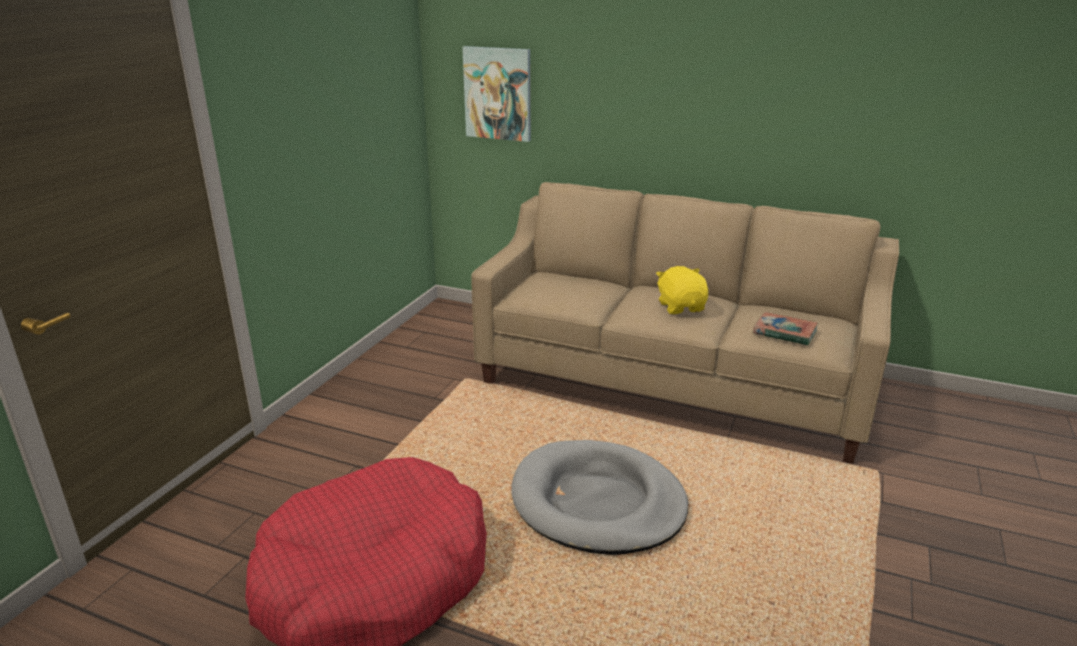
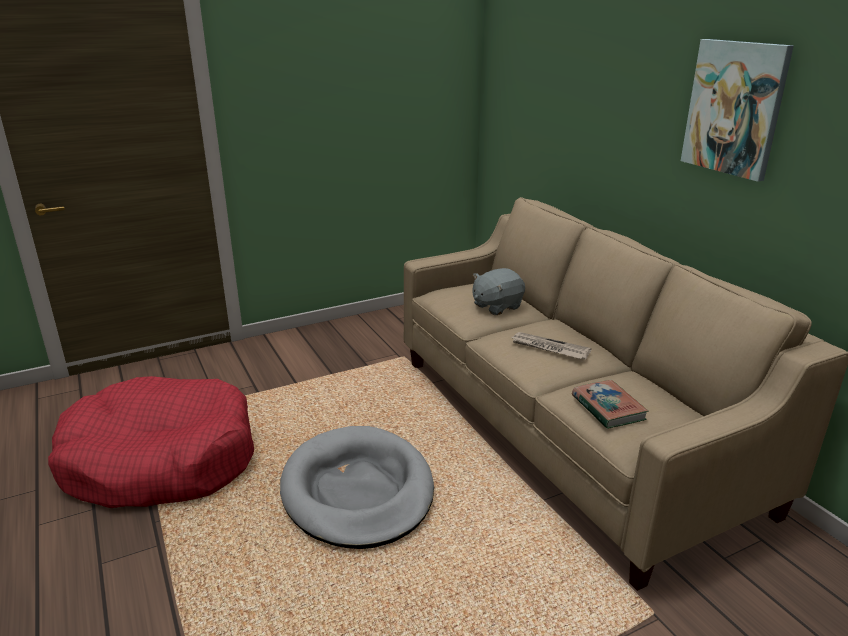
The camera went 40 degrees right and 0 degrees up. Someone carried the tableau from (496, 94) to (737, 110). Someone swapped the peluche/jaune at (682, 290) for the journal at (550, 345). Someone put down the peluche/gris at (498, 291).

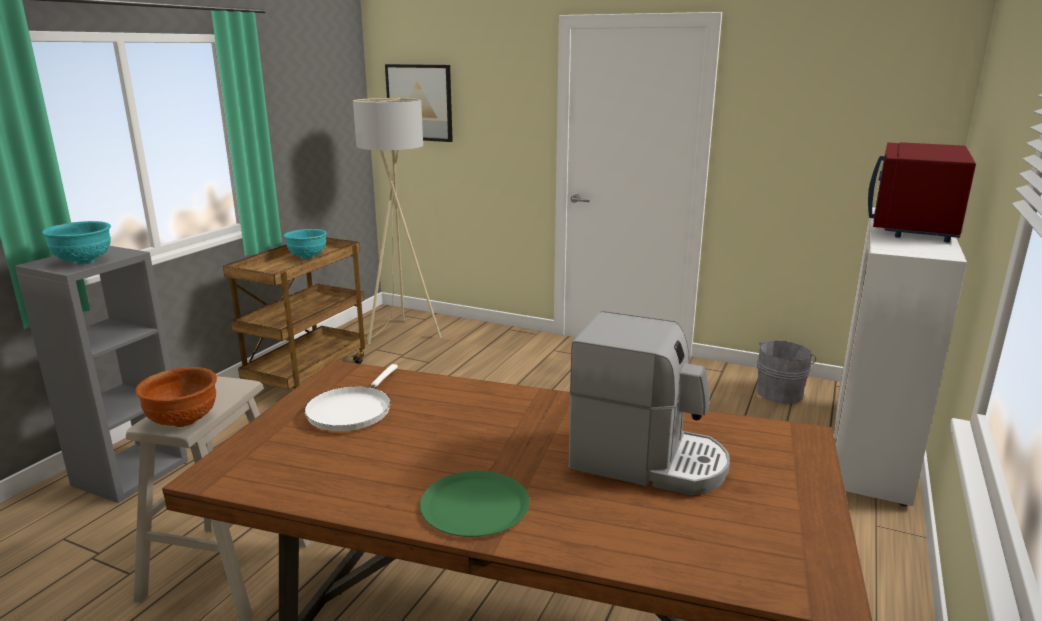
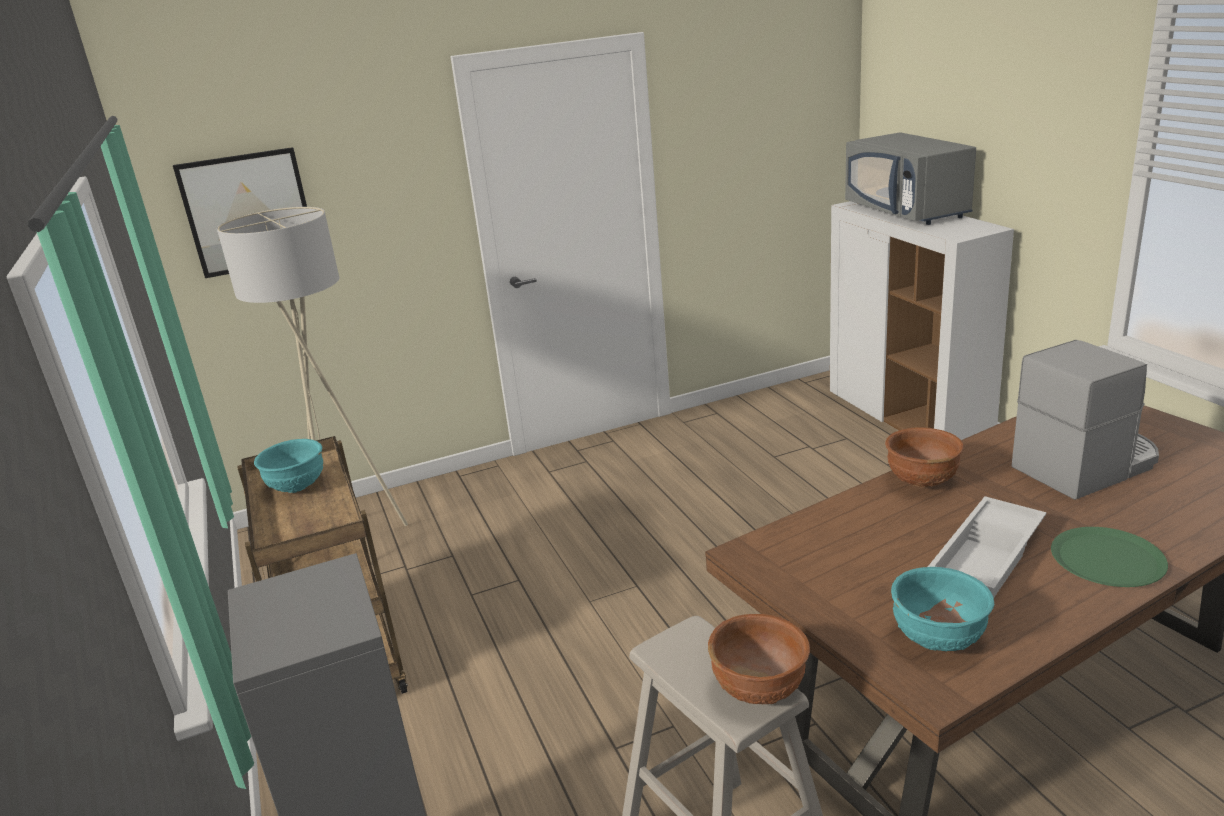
The camera went 45 degrees left and 5 degrees up. Someone repainted the micro-ondes/rouge at (922, 192), which became the micro-ondes/gris at (910, 178). Someone carried the bol/turquoise from (76, 242) to (942, 609). Someone took away the seau/gris at (786, 372). Someone took away the poêle/blanc at (351, 397). Someone put down the bol/marron at (924, 457). Someone put down the plateau/blanc at (987, 546).

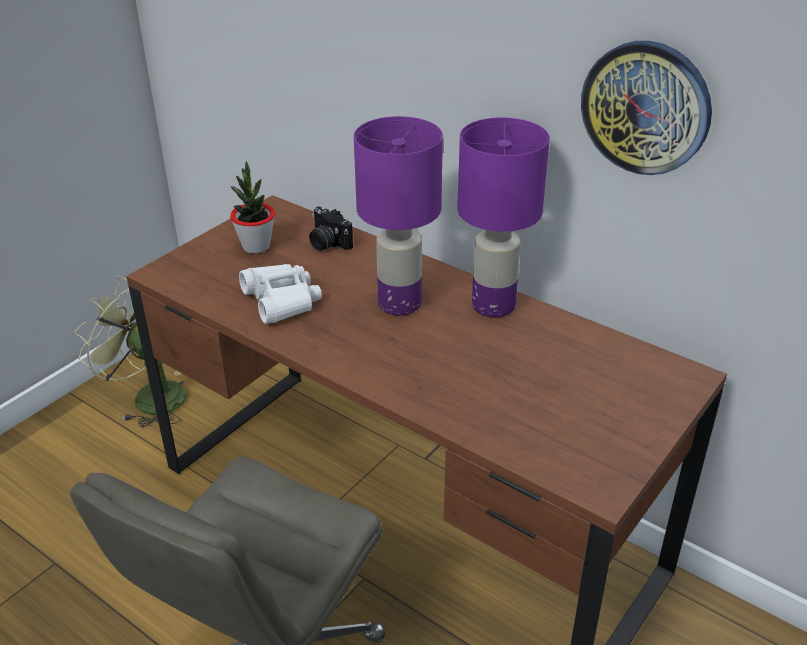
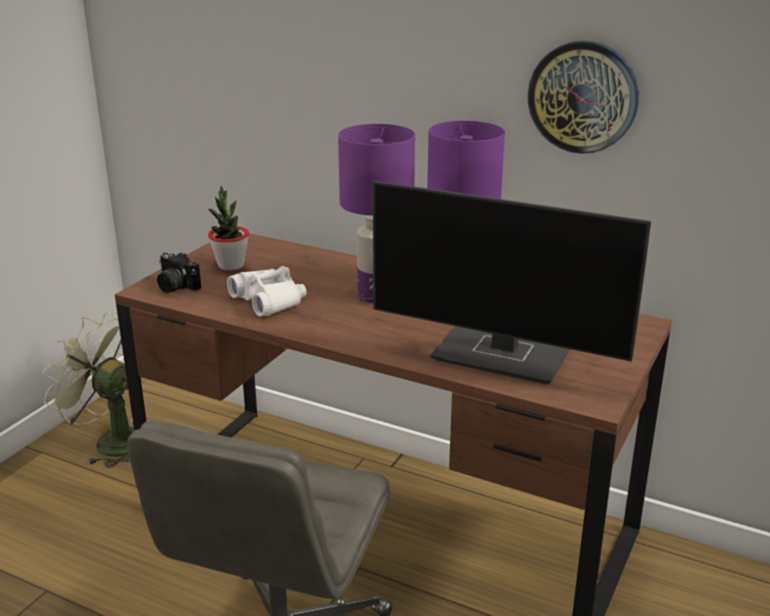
The camera went 10 degrees left and 10 degrees down. Someone carried the appareil photo from (331, 228) to (179, 272). Someone put down the écran d'ordinateur at (512, 283).

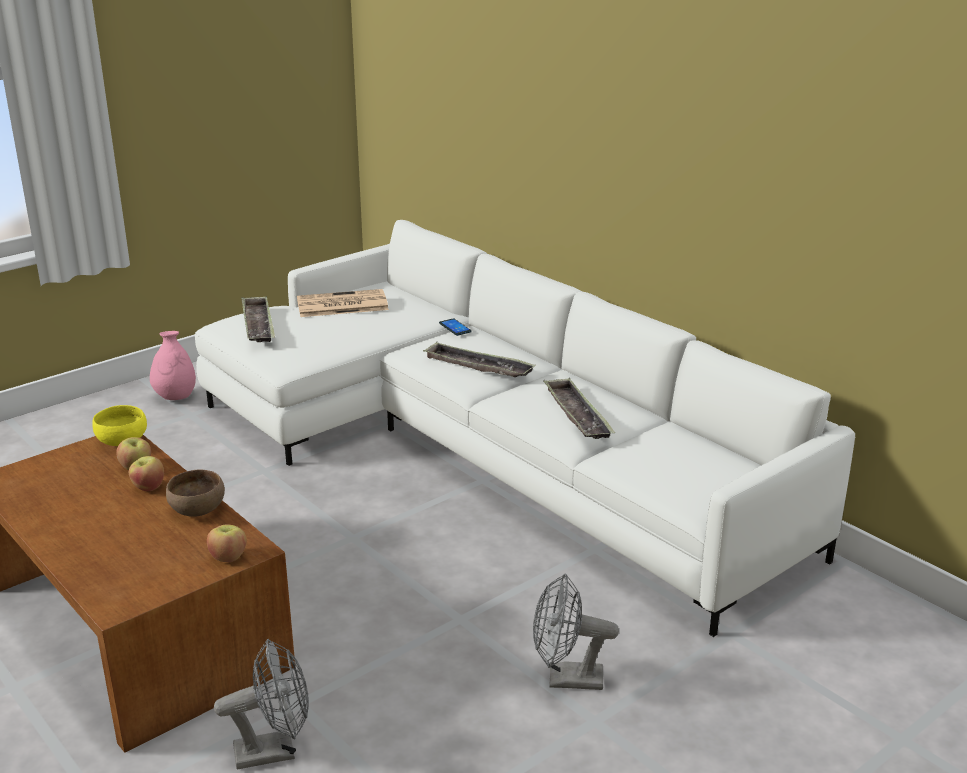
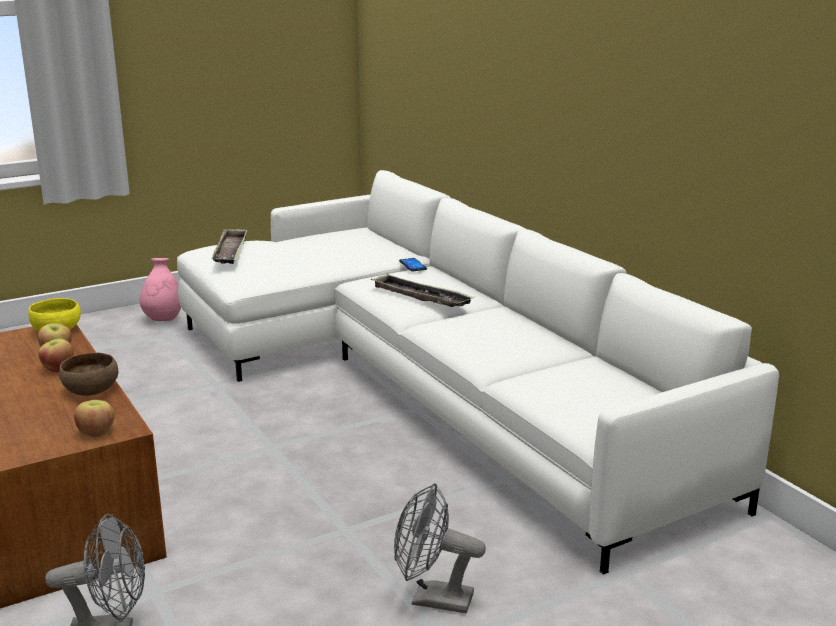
The camera went 10 degrees right and 5 degrees down. Someone took away the journal at (343, 303). Someone took away the plateau at (579, 408).

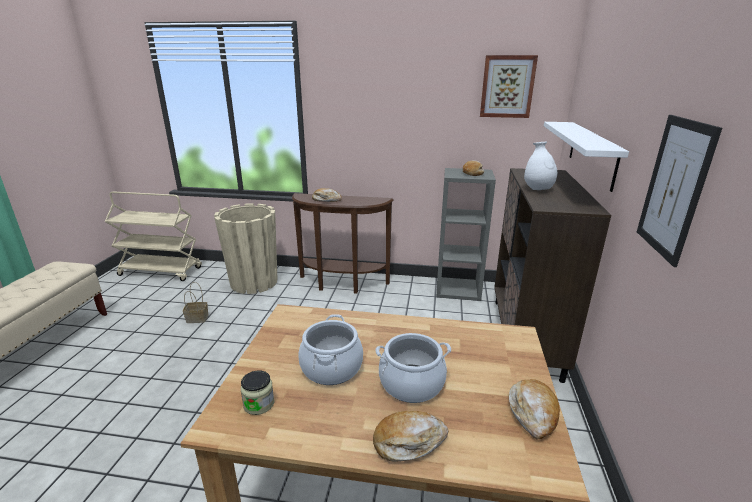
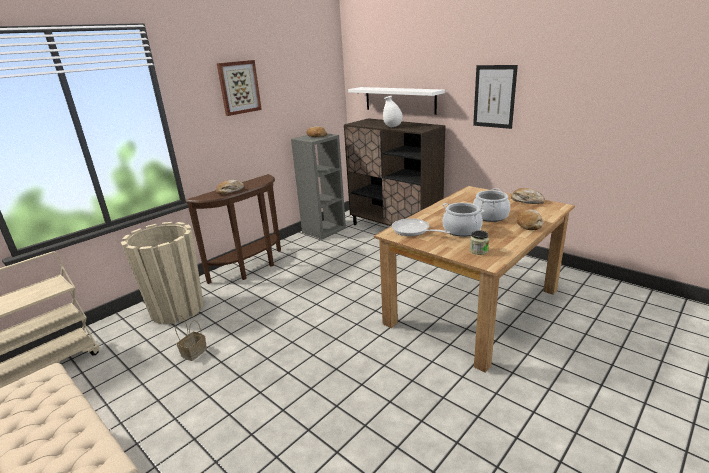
The camera went 55 degrees left and 0 degrees up. Someone carried the tableau from (509, 86) to (239, 88). Someone put down the poêle at (421, 227).

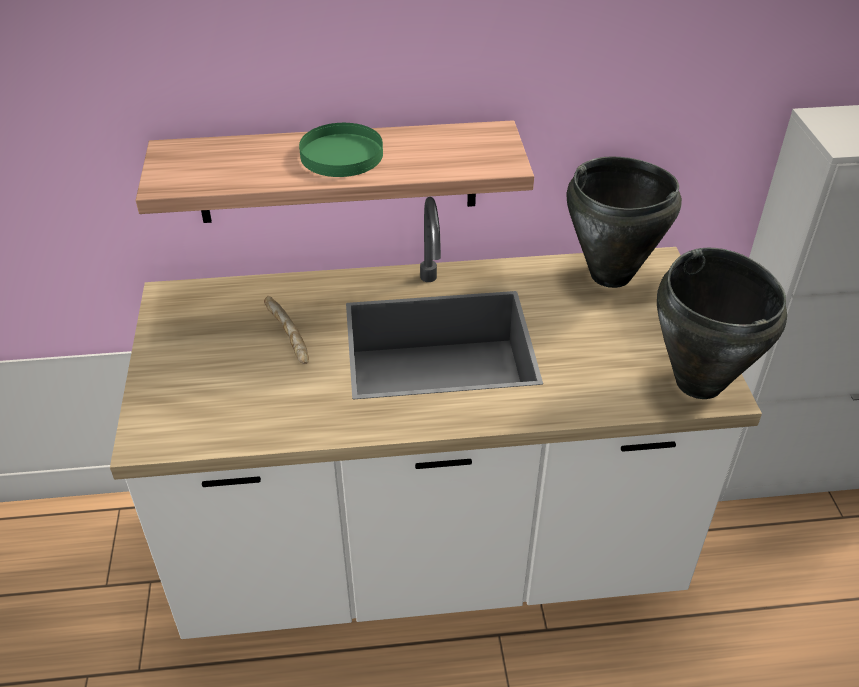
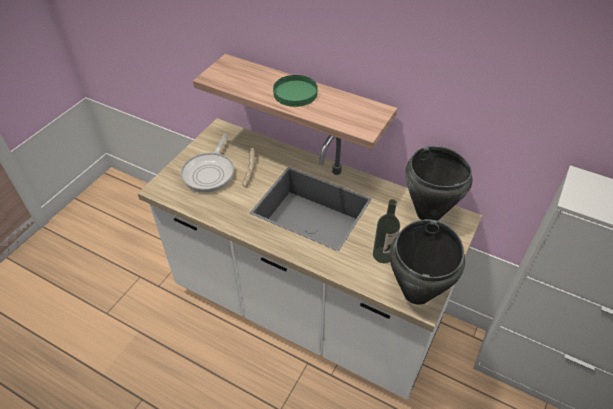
The camera went 35 degrees right and 5 degrees up. Someone put down the poêle at (207, 163). Someone put down the bouteille at (386, 231).

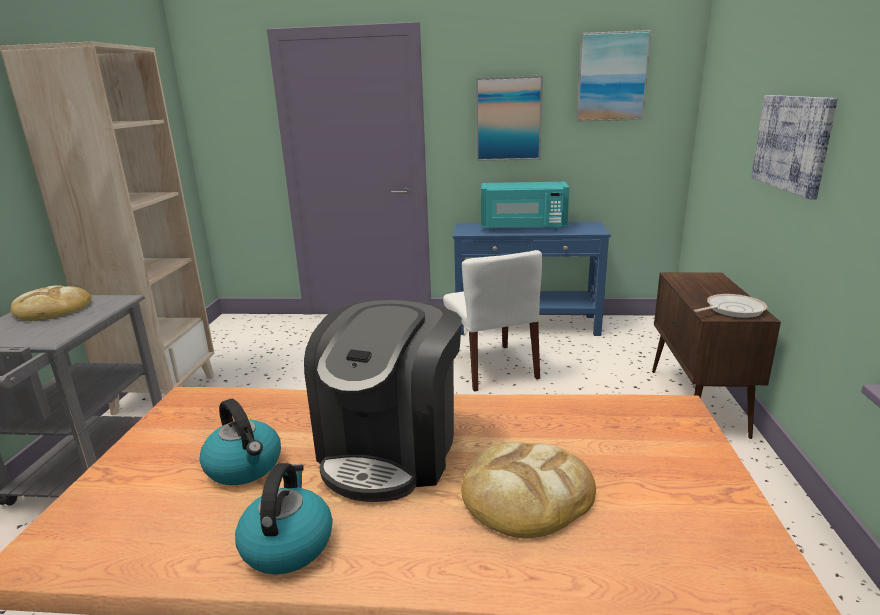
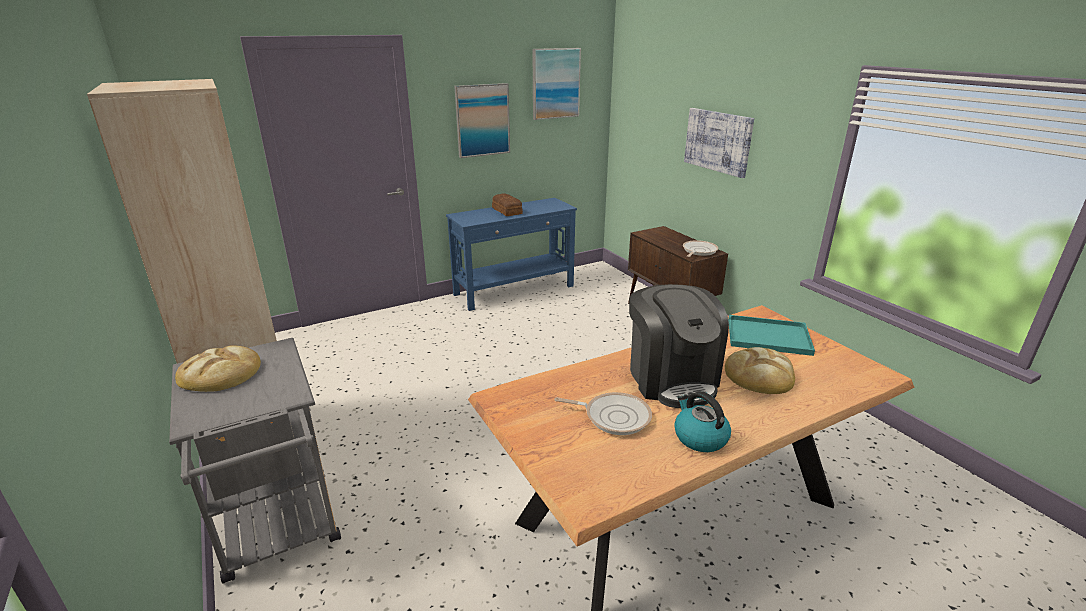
The camera went 35 degrees left and 5 degrees up. Someone swapped the micro-ondes/turquoise at (525, 206) for the pain at (507, 204). Someone took away the chaise/blanc at (492, 321). Someone swapped the bouilloire at (240, 442) for the poêle at (603, 413). Someone put down the plateau/turquoise at (771, 335).

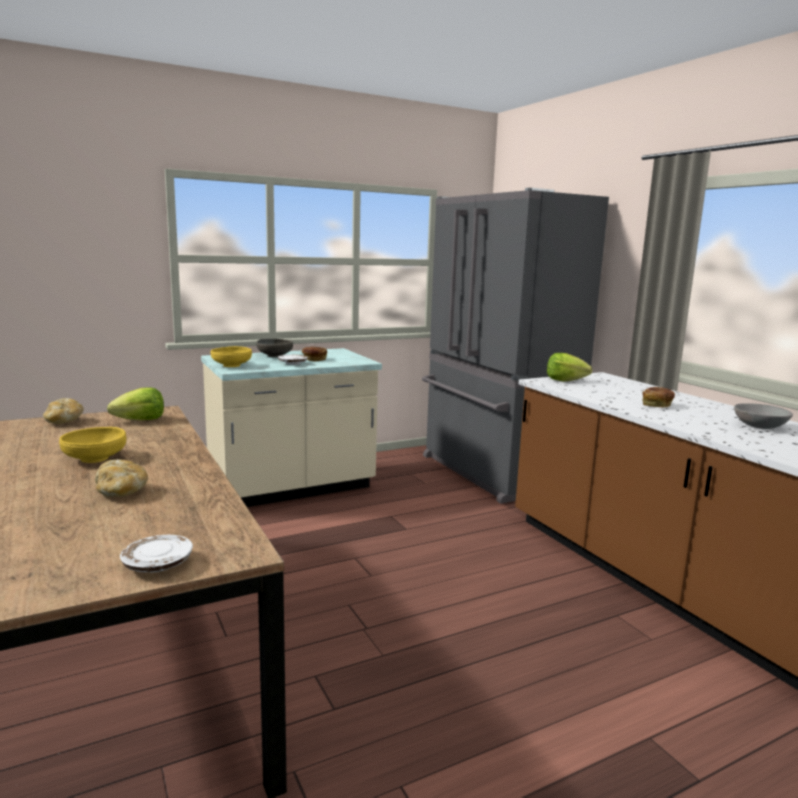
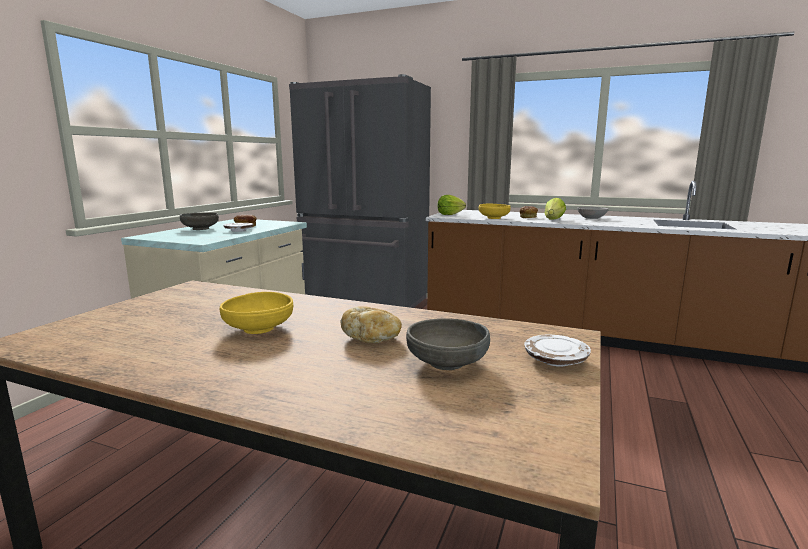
The camera went 40 degrees left and 0 degrees up. Someone carried the bol/jaune from (231, 356) to (495, 211). Someone carried the laitue from (135, 403) to (555, 209). Someone took away the pain at (63, 411). Someone put down the bol/gris at (448, 344).

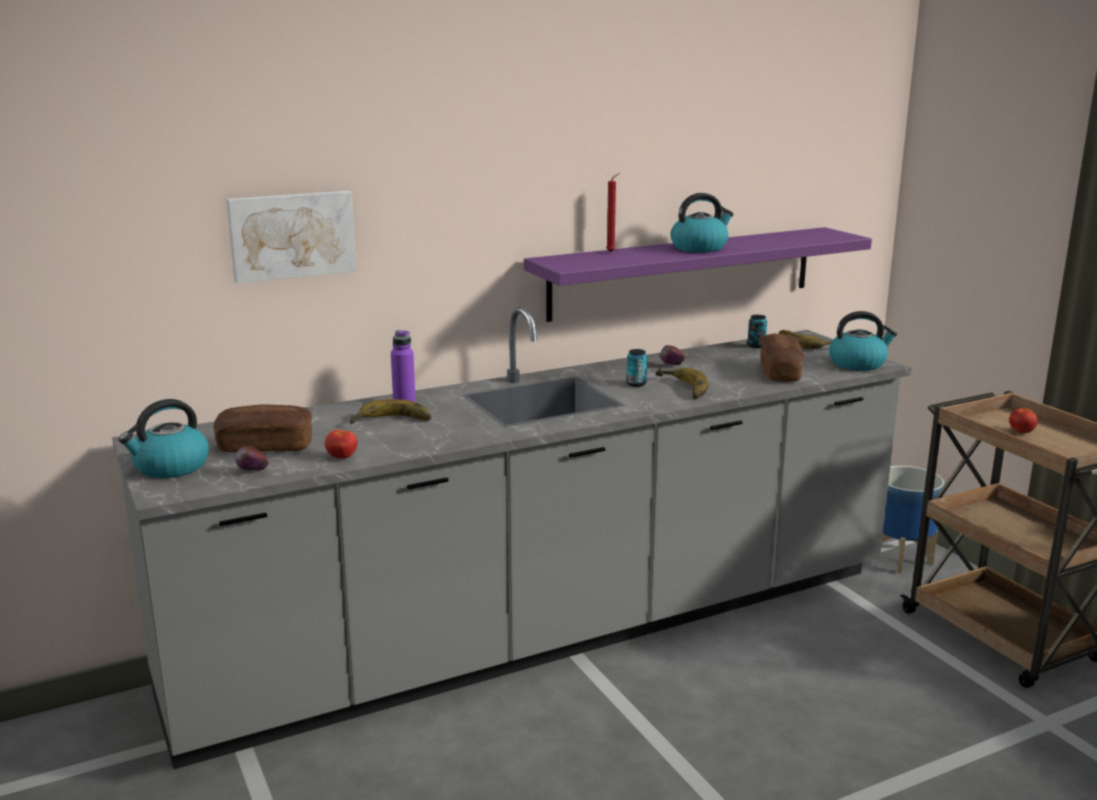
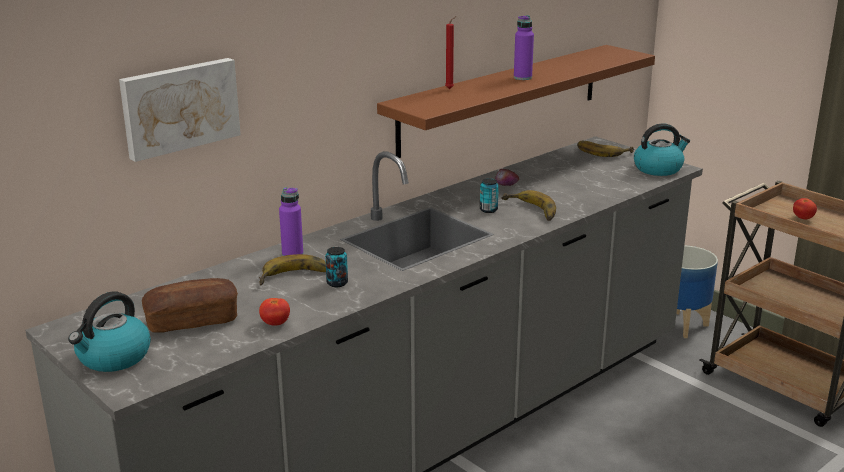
The camera went 15 degrees left and 5 degrees up. Someone swapped the bouilloire at (702, 222) for the bouteille/violet at (524, 47). Someone repainted the étagère/violet at (698, 274), which became the étagère/marron at (516, 101). Someone carried the boîte métallique from (757, 331) to (336, 267). Someone took away the pain at (782, 357). Someone took away the pomme at (251, 458).

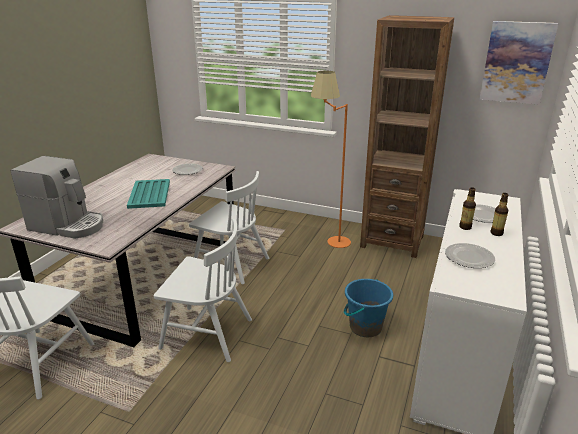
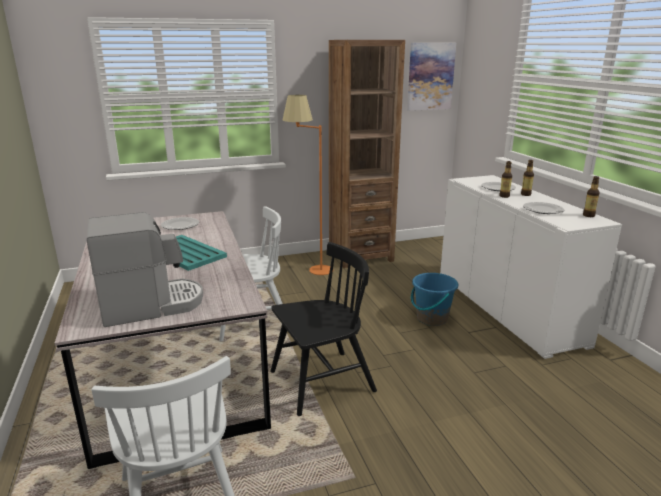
The camera went 40 degrees left and 5 degrees down. Someone repainted the chaise/blanc at (203, 290), which became the chaise/noir at (323, 329). Someone put down the bouteille at (591, 196).

